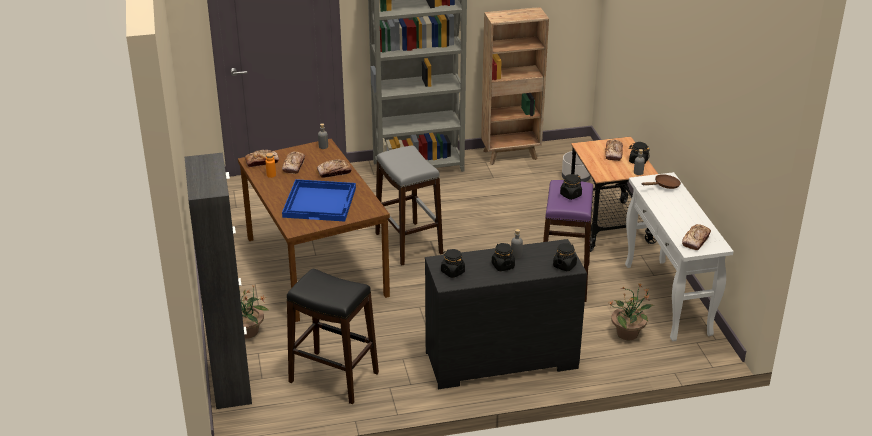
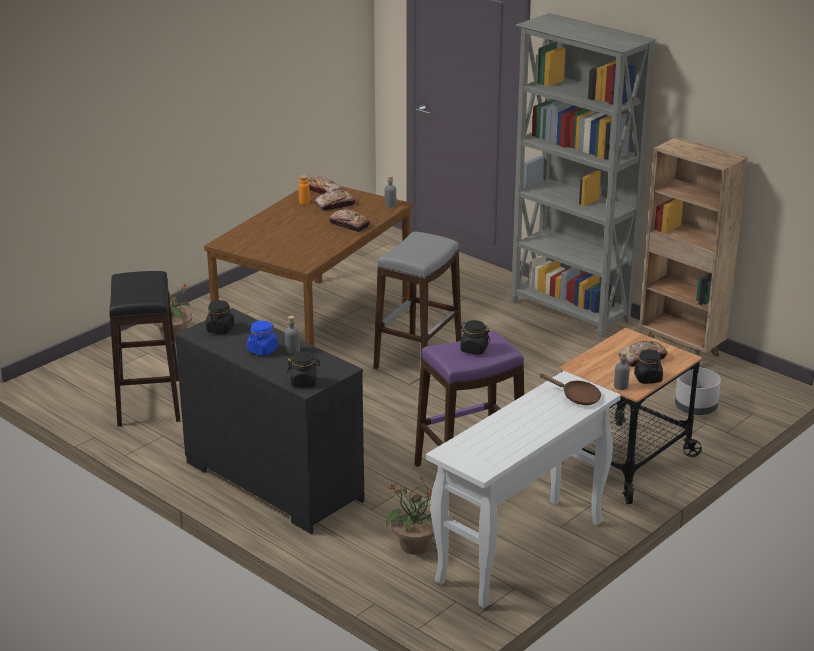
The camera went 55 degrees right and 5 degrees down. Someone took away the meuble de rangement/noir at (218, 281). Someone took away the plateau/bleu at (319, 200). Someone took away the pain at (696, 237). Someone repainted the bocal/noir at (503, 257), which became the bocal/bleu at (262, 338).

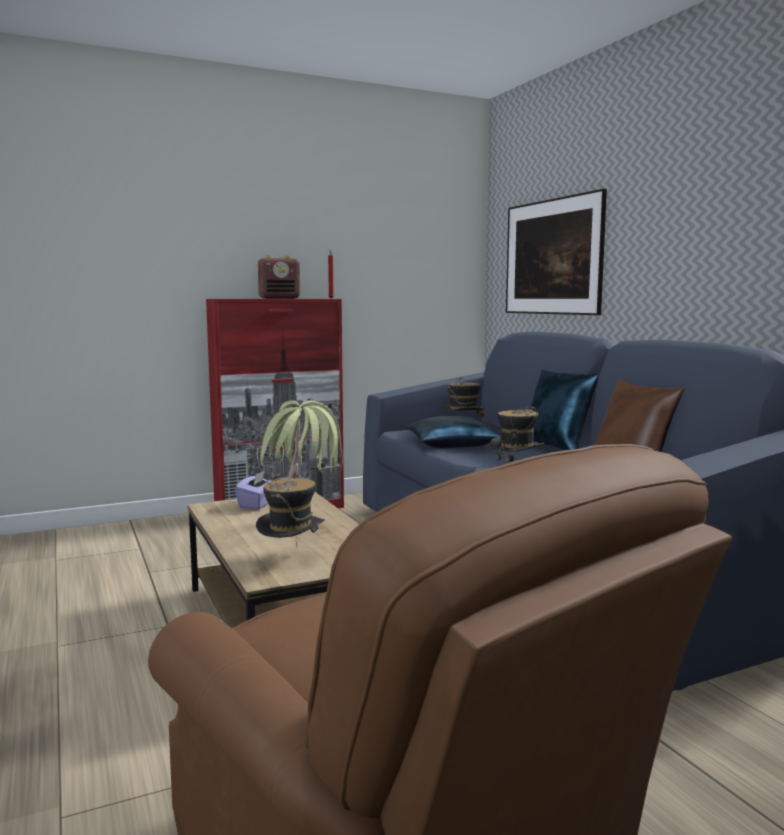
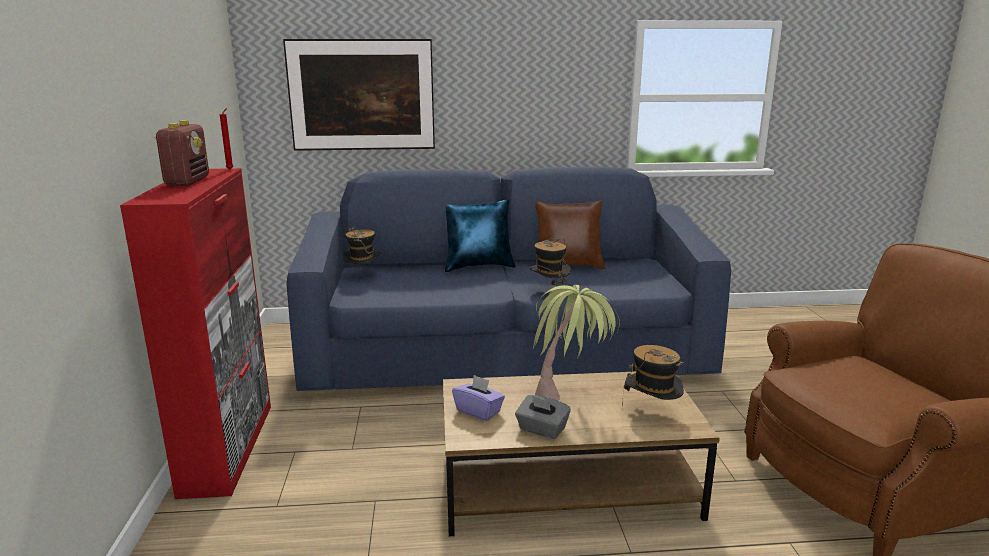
The camera went 70 degrees left and 10 degrees up. Someone took away the coussin/bleu at (454, 432). Someone put down the boîte à mouchoirs/gris at (543, 417).

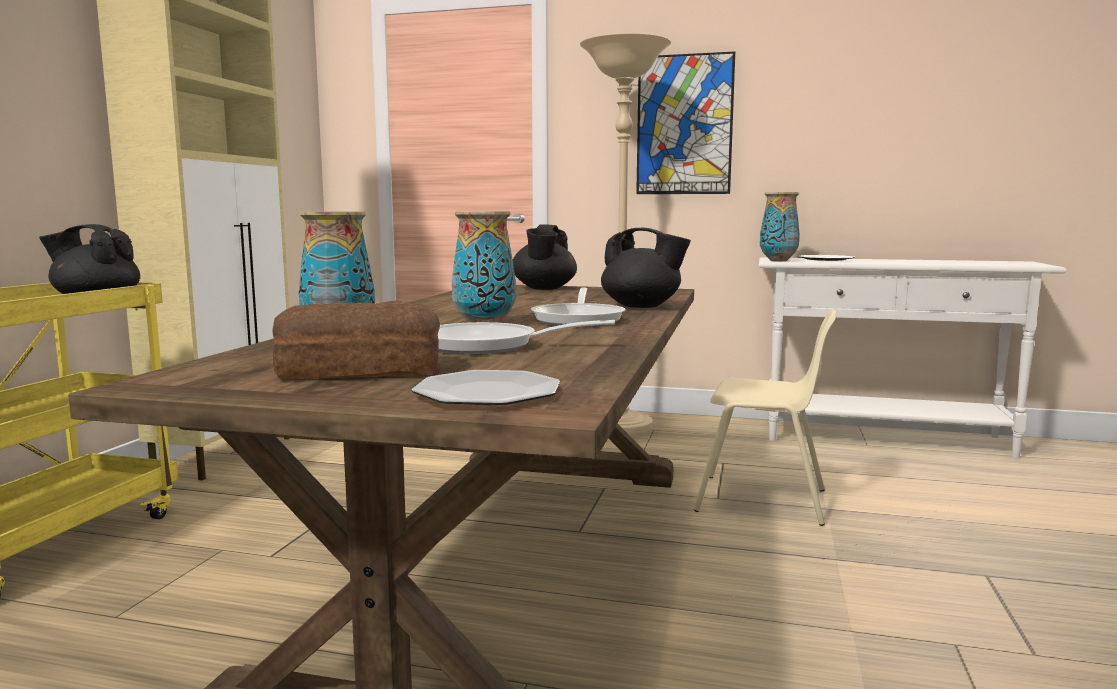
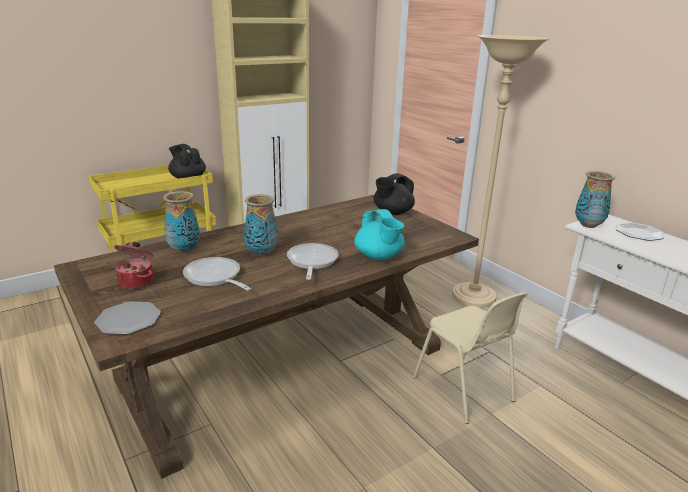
The camera went 40 degrees right and 15 degrees up. Someone took away the tableau at (685, 122). Someone repainted the théière/noir at (646, 268), which became the théière/turquoise at (379, 234). Someone rotated the poêle at (578, 307) by 135 degrees clockwise. Someone swapped the pain at (356, 339) for the marmite at (133, 265).

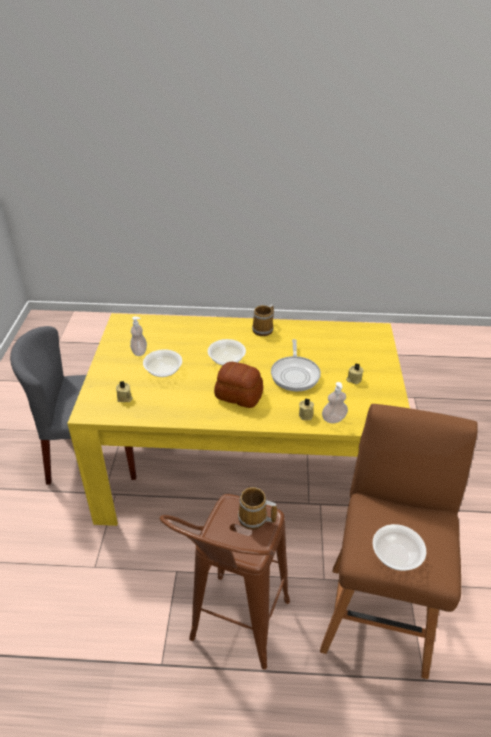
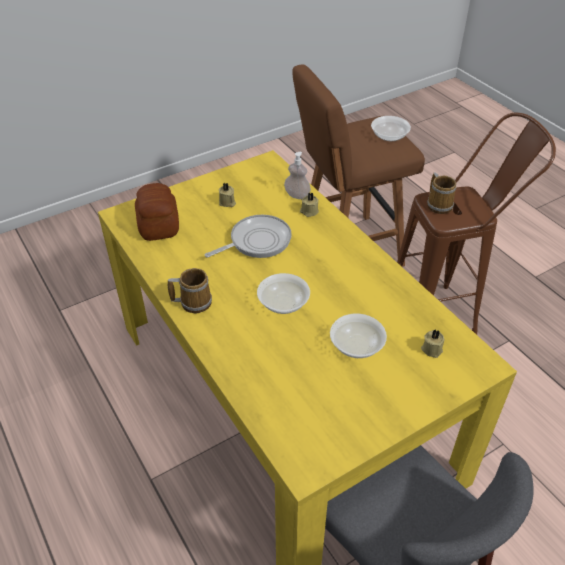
The camera went 125 degrees left and 5 degrees up. Someone took away the distributeur de savon at (138, 336). Someone carried the pain from (238, 385) to (157, 212).

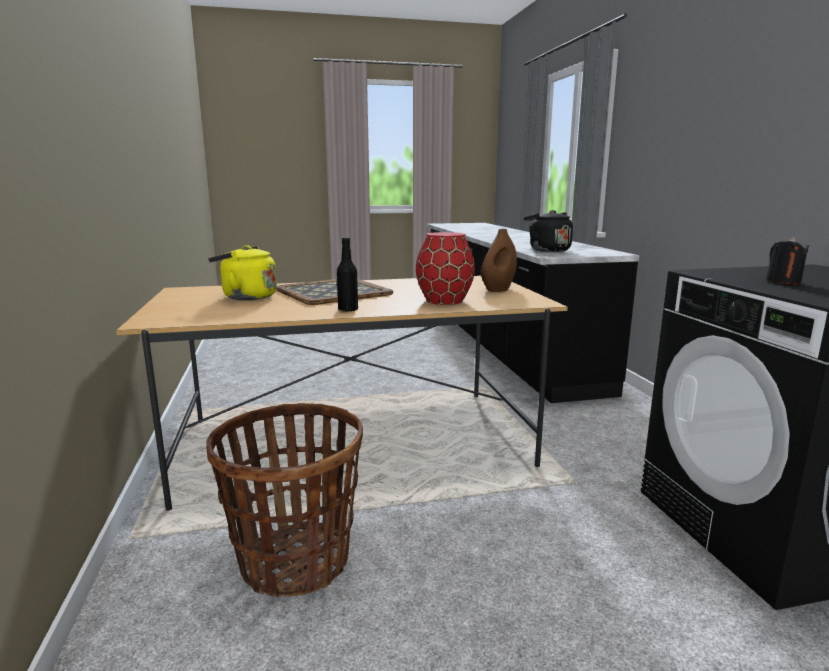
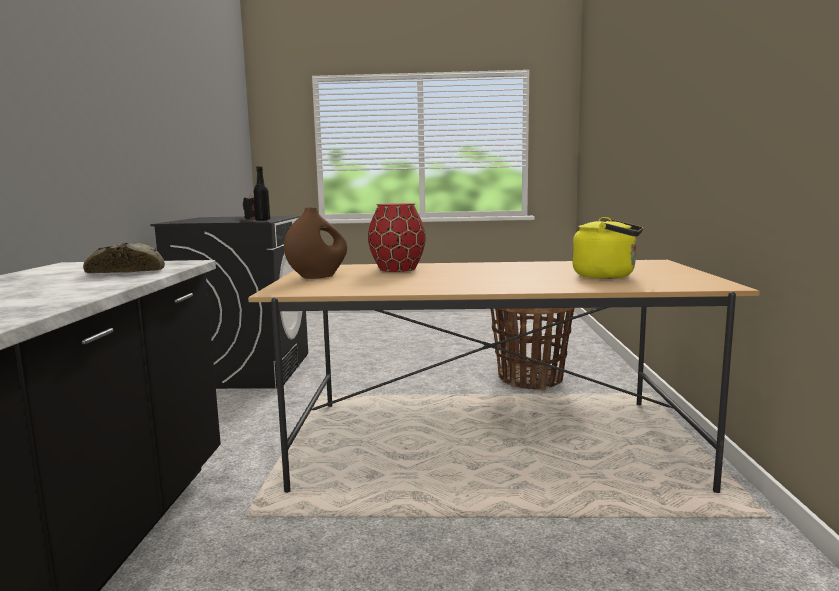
The camera went 165 degrees left and 5 degrees down. Someone swapped the bouilloire/noir at (548, 231) for the pain at (124, 258). Someone carried the bouteille/noir from (347, 274) to (261, 193). Someone took away the plateau at (334, 292).

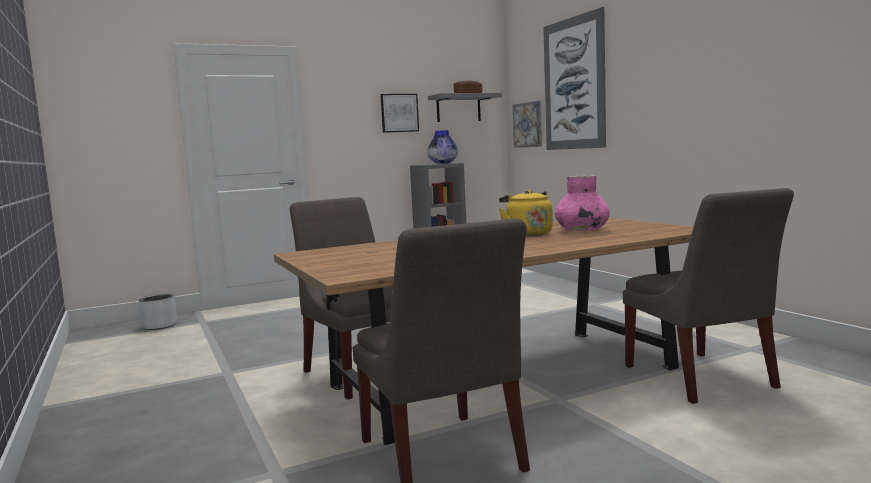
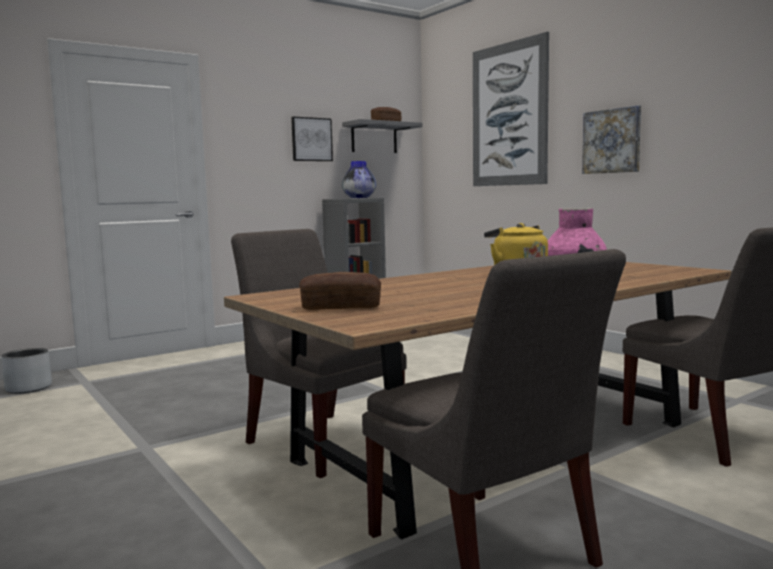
The camera went 10 degrees left and 0 degrees up. Someone carried the tableau from (527, 124) to (611, 139). Someone put down the pain at (340, 291).

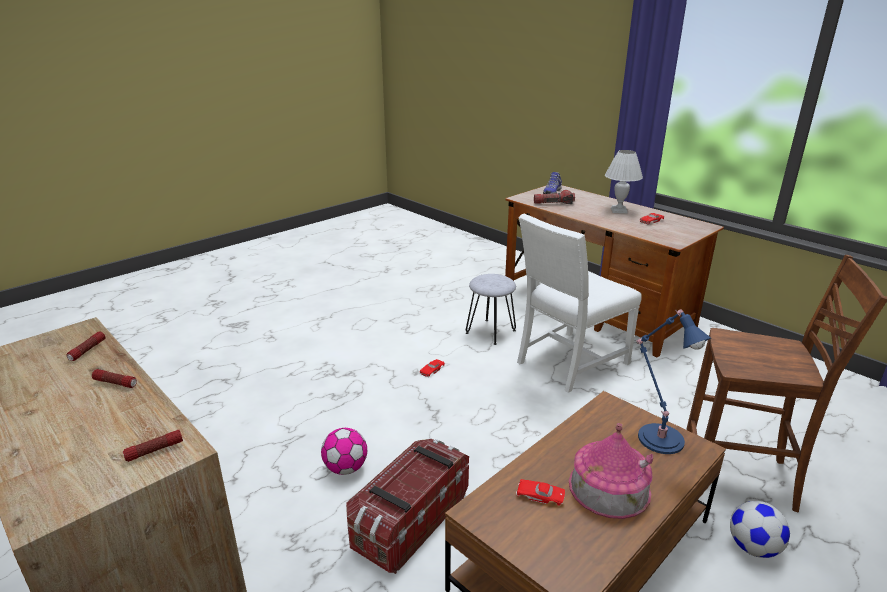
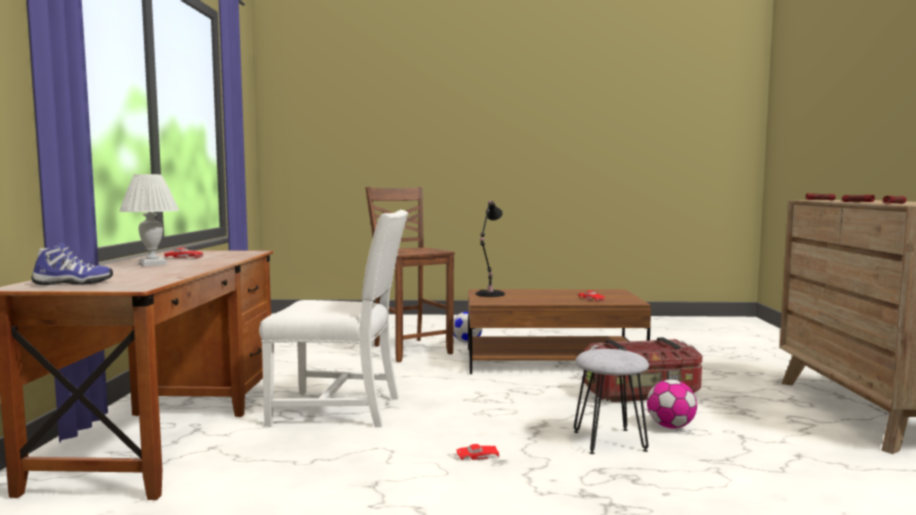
The camera went 135 degrees left and 20 degrees down. Someone took away the lampe de poche at (554, 197). Someone carried the tabouret/gris from (491, 309) to (611, 401). Someone repainted the lampe de table/bleu at (673, 382), which became the lampe de table/noir at (490, 248). Someone took away the maison miniature at (611, 471).

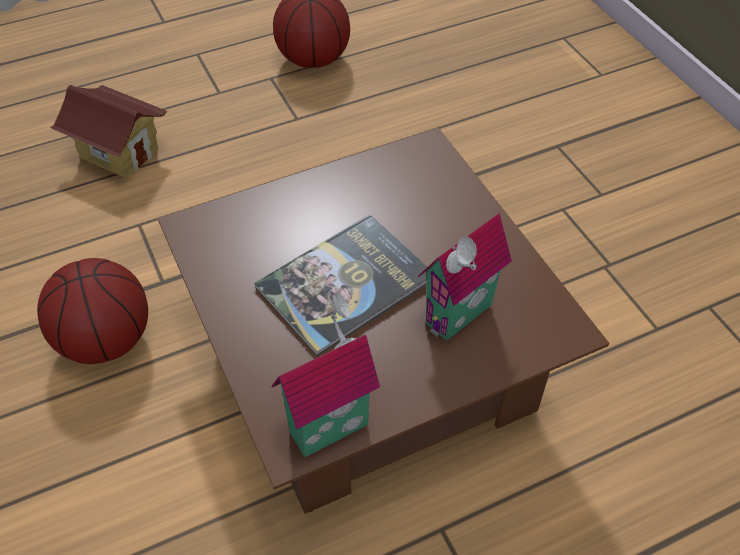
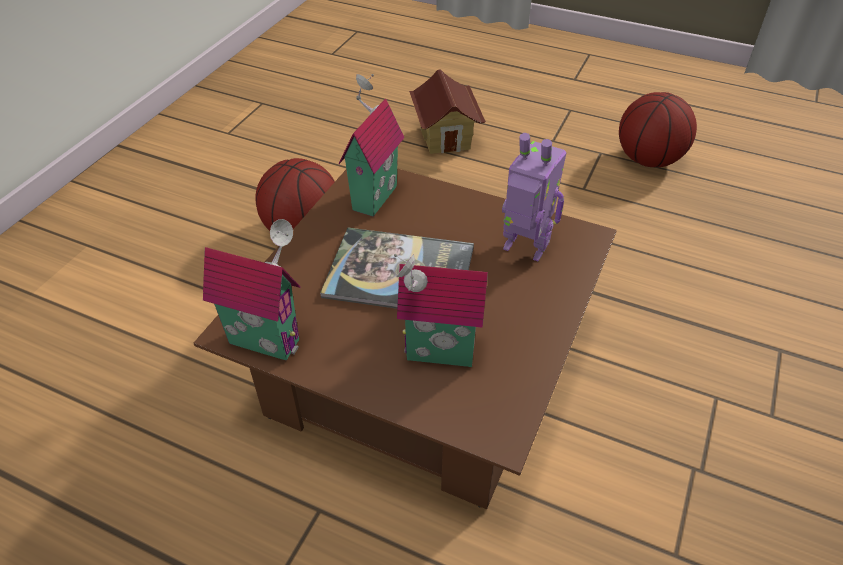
The camera went 50 degrees right and 5 degrees down. Someone put down the maison miniature at (371, 145). Someone put down the robot jouet at (534, 197).

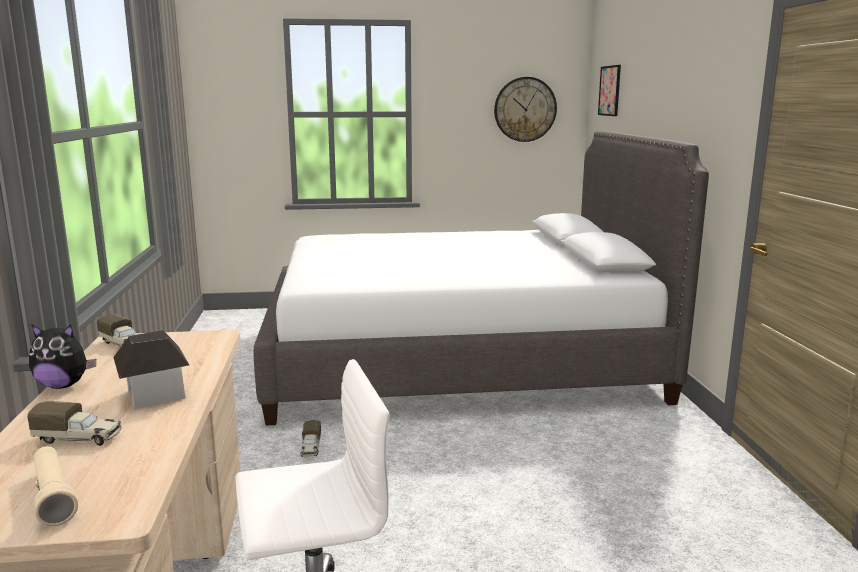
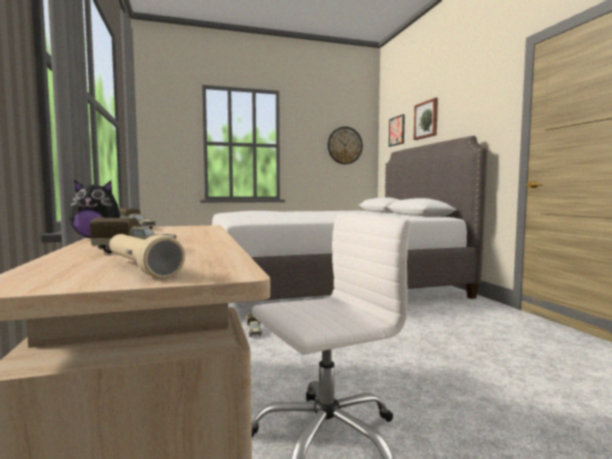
The camera went 10 degrees left and 10 degrees down. Someone took away the maison miniature at (151, 369). Someone put up the tableau at (426, 119).

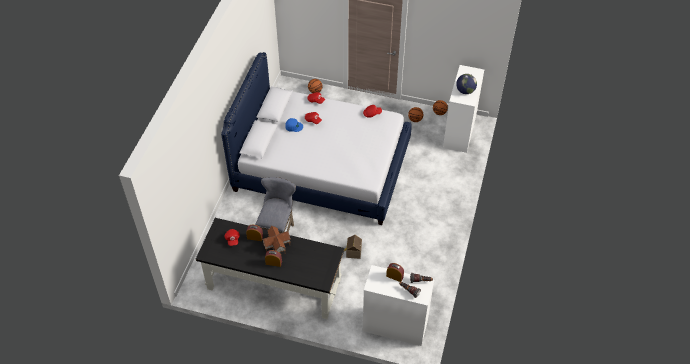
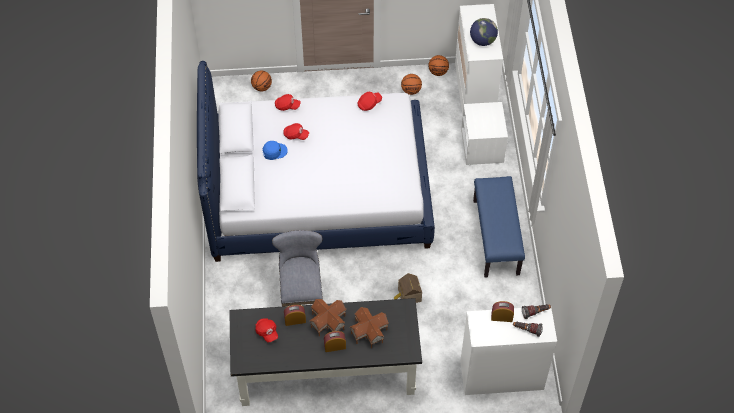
The camera went 20 degrees left and 5 degrees up. Someone put down the table de chevet/blanc at (484, 133). Someone put down the banc/bleu at (499, 226). Someone put down the maison miniature at (369, 327).

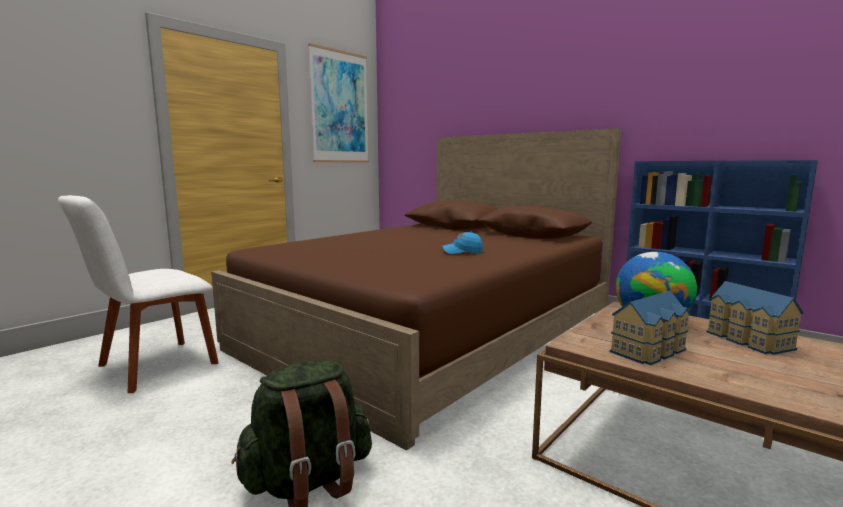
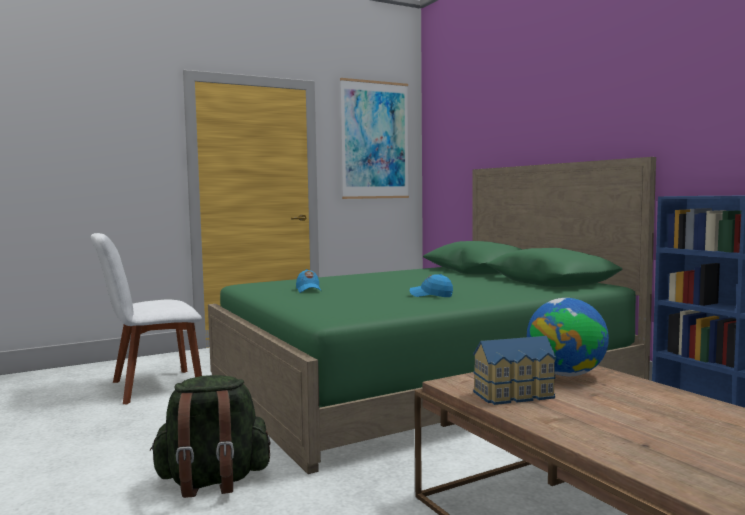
The camera went 20 degrees right and 5 degrees down. Someone repainted the lit/marron at (416, 289), which became the lit/vert at (432, 315). Someone took away the maison miniature at (755, 318). Someone put down the casquette/bleu at (309, 281).

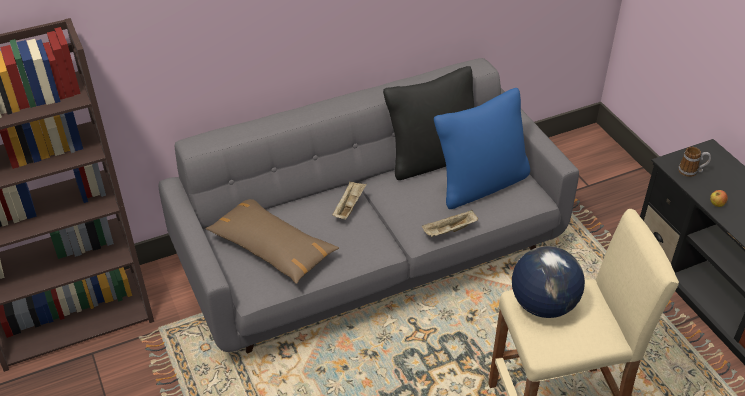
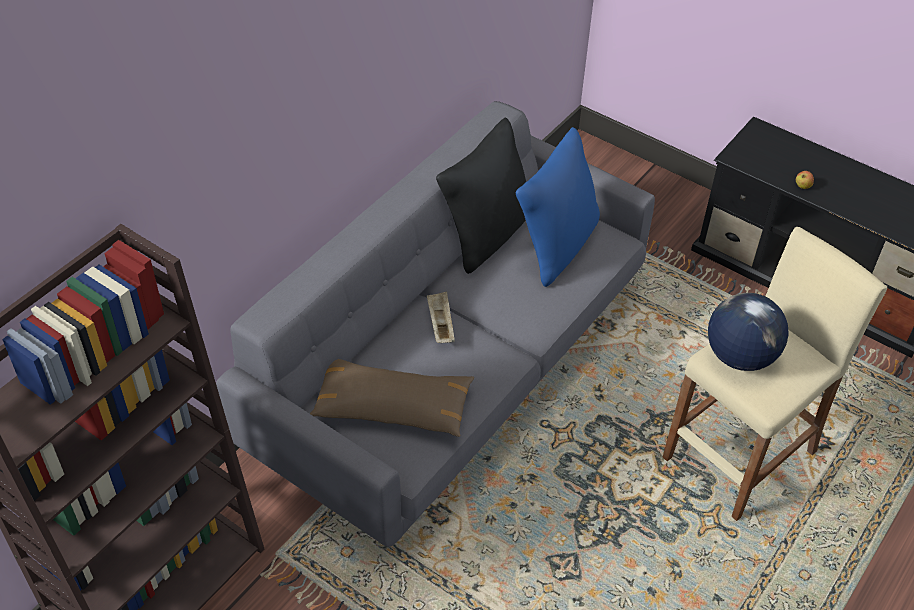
The camera went 30 degrees left and 5 degrees up. Someone took away the mug at (694, 162). Someone took away the plateau/beige at (450, 223).

